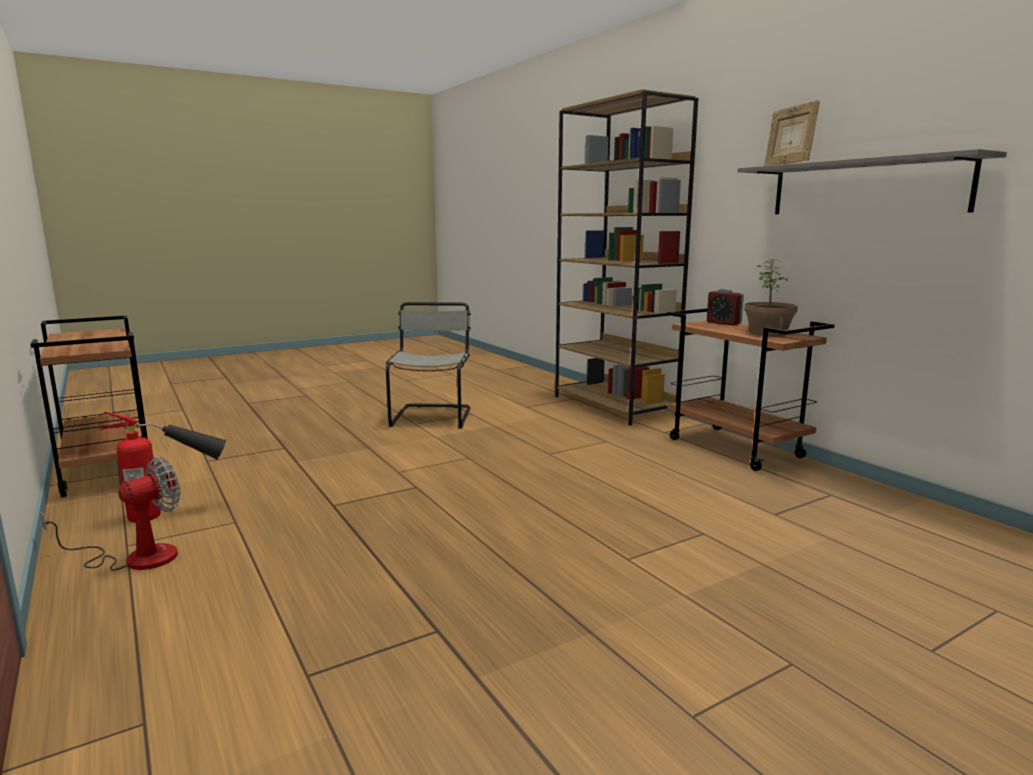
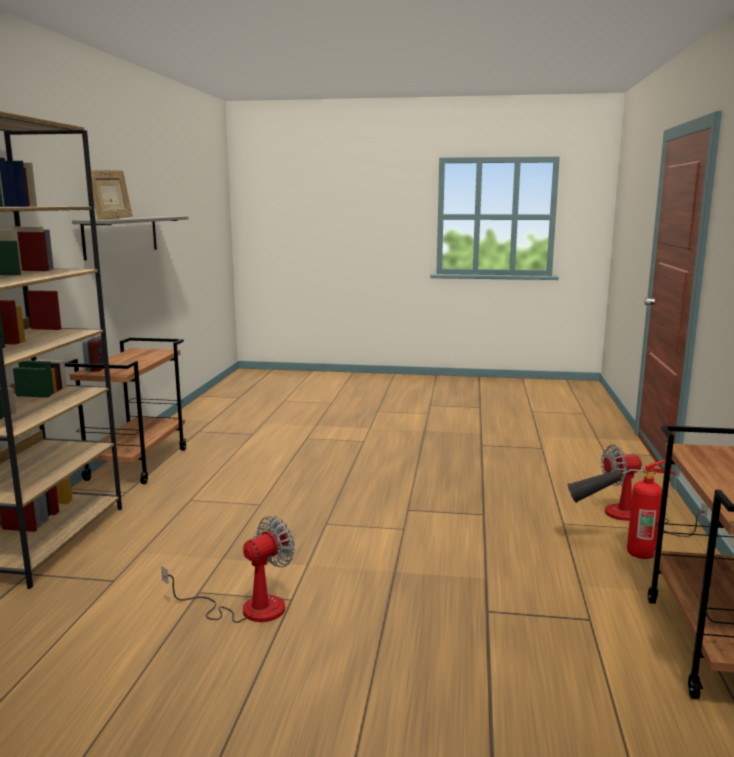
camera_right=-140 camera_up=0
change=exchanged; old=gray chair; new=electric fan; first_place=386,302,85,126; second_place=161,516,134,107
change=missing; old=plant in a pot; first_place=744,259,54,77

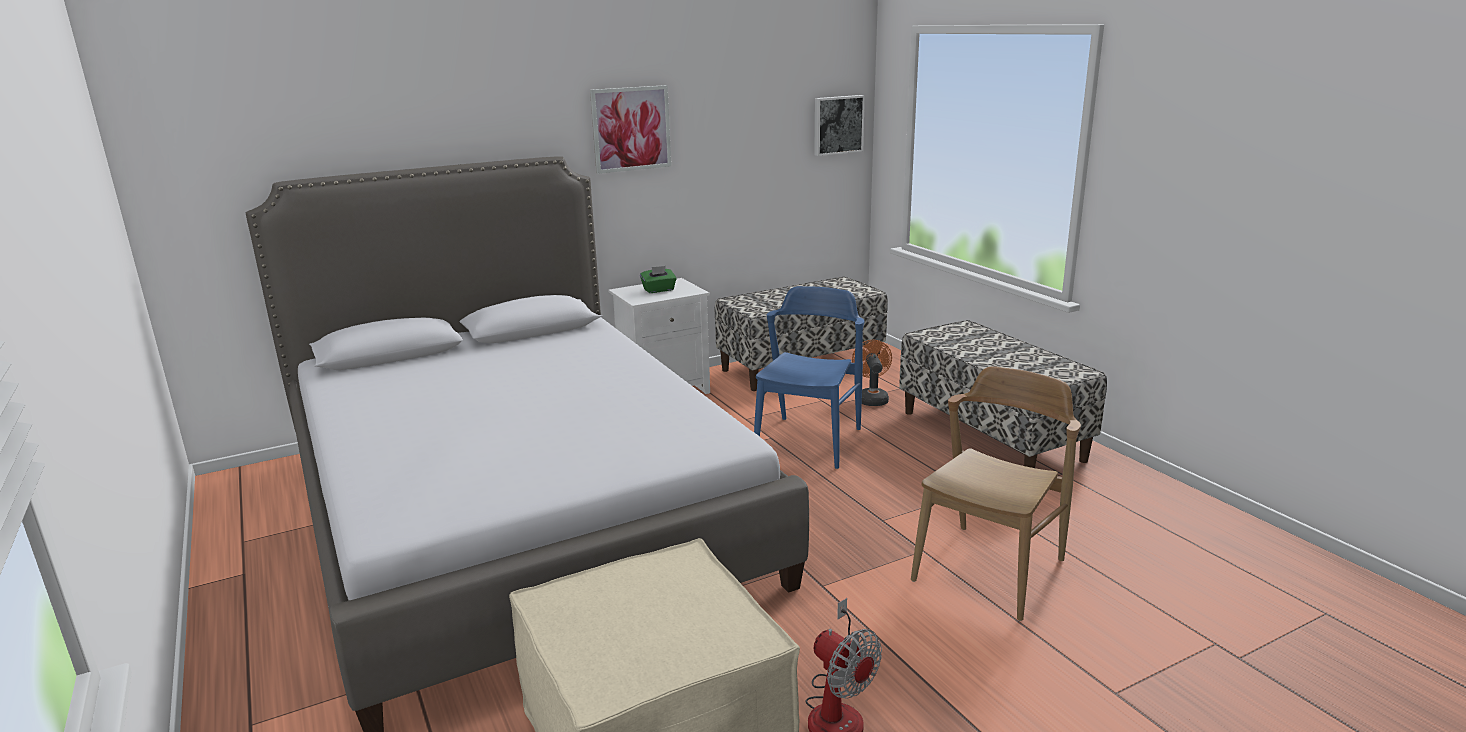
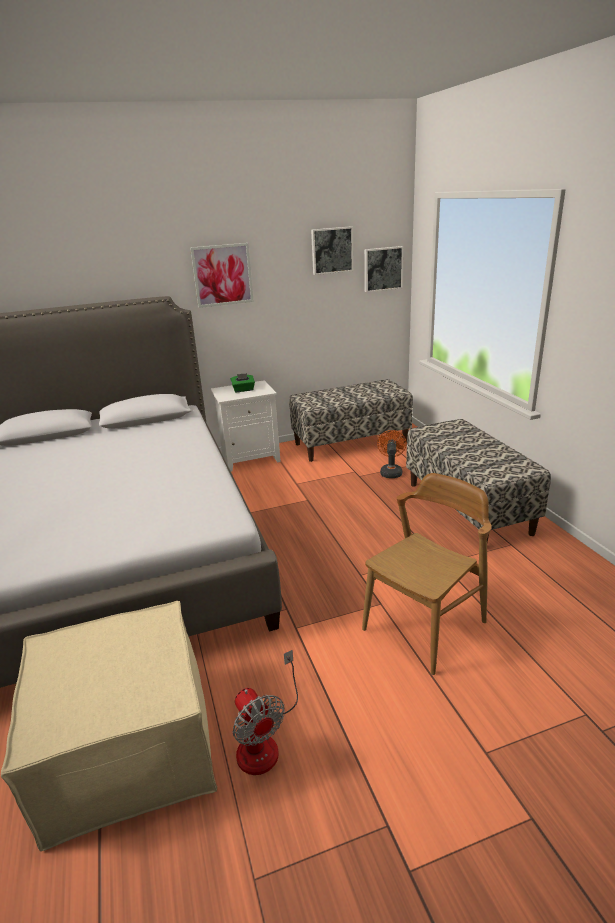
camera_right=10 camera_up=5
change=appeared; new=wall picture; second_place=311,226,42,49
change=missing; old=blue-coloured chair; first_place=754,286,110,183

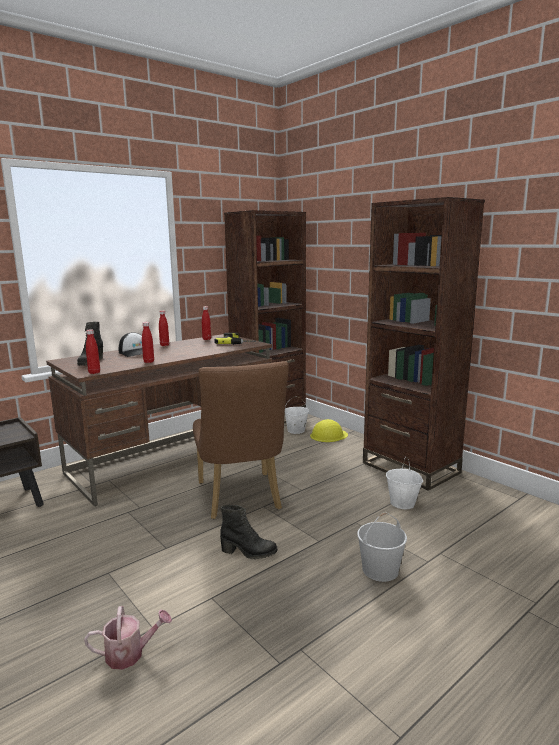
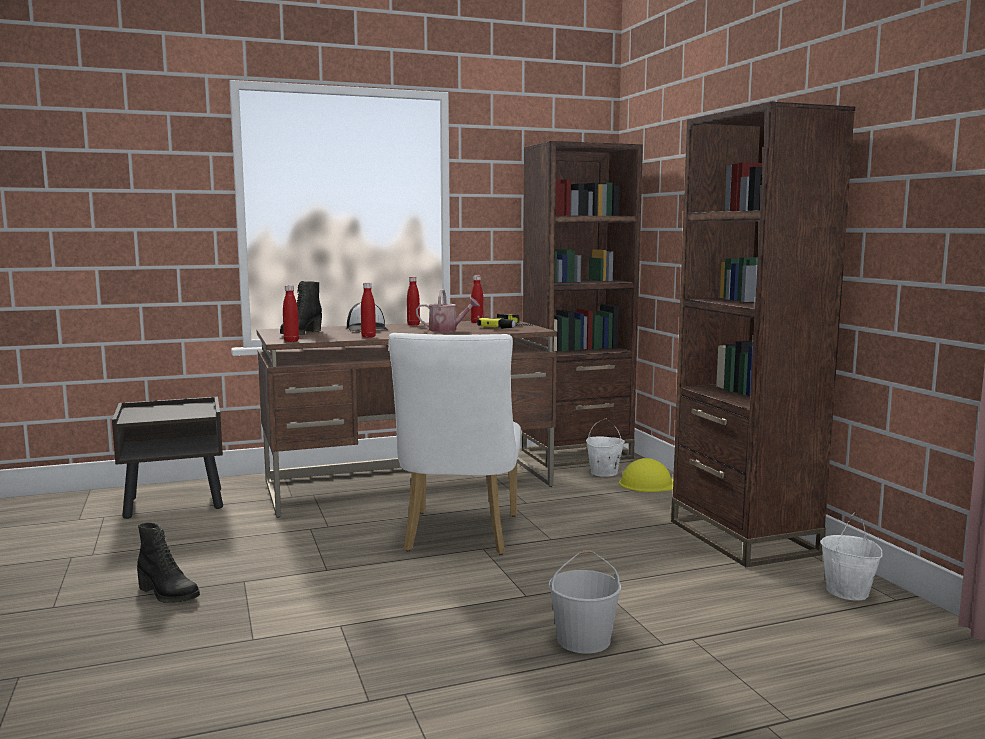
camera_right=20 camera_up=-5
change=relocated; old=black-coloured boot; first_place=220,505,58,54; second_place=137,523,63,80
change=colour; old=brown chair; new=white-coloured chair; first_place=193,361,96,158; second_place=388,333,133,222
change=relocated; old=watering can; first_place=84,606,88,64; second_place=416,289,64,43
change=relocated; old=white-coloured water bucket; first_place=386,457,37,52; second_place=820,513,63,87

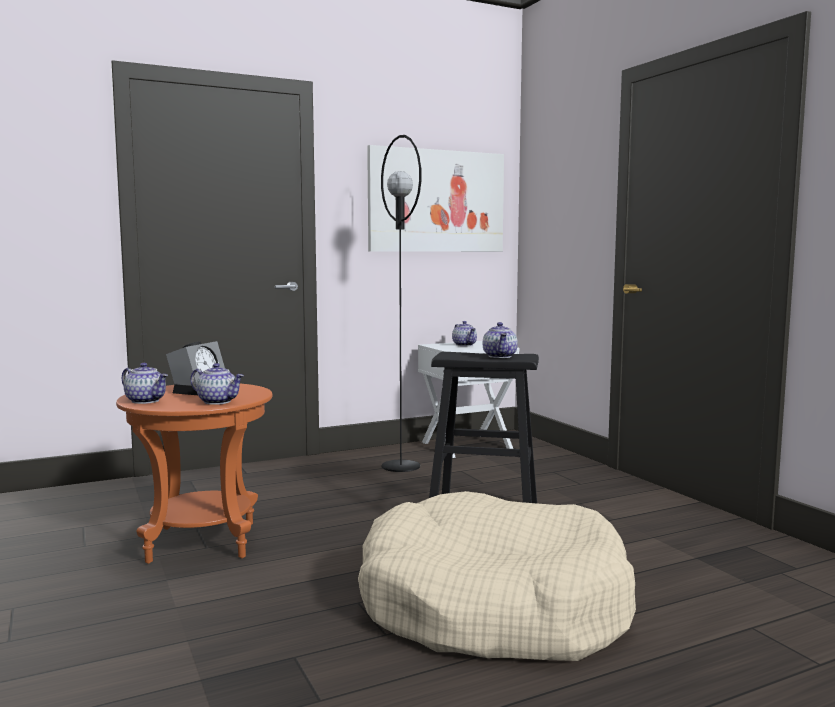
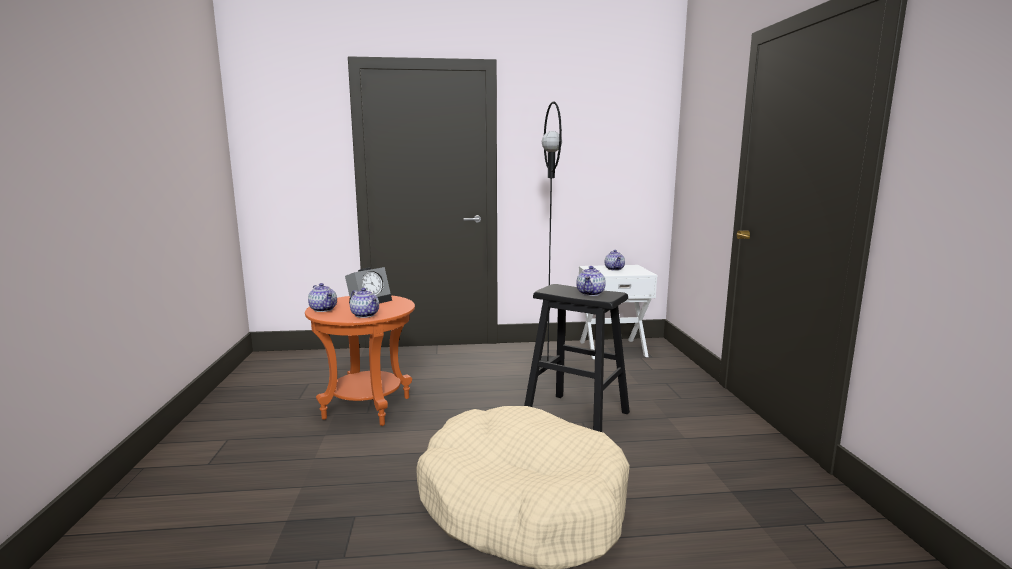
camera_right=20 camera_up=5
change=missing; old=wall picture; first_place=367,145,137,107

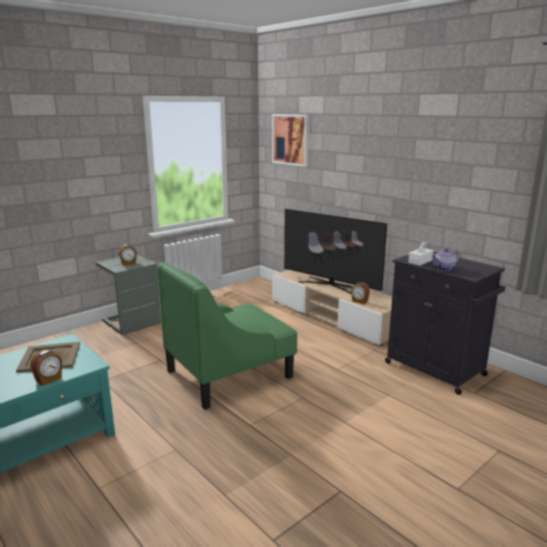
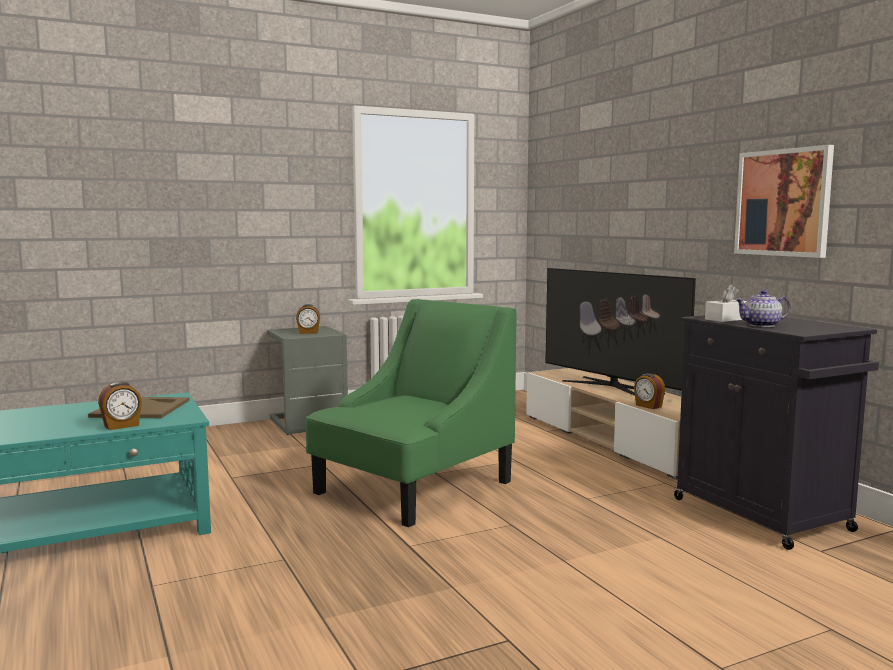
camera_right=15 camera_up=-10
change=spun; old=greenish armchair; first_place=157,262,140,148; second_place=306,299,210,228; degrees=150
change=relocated; old=wall picture; first_place=272,114,37,53; second_place=734,145,100,113

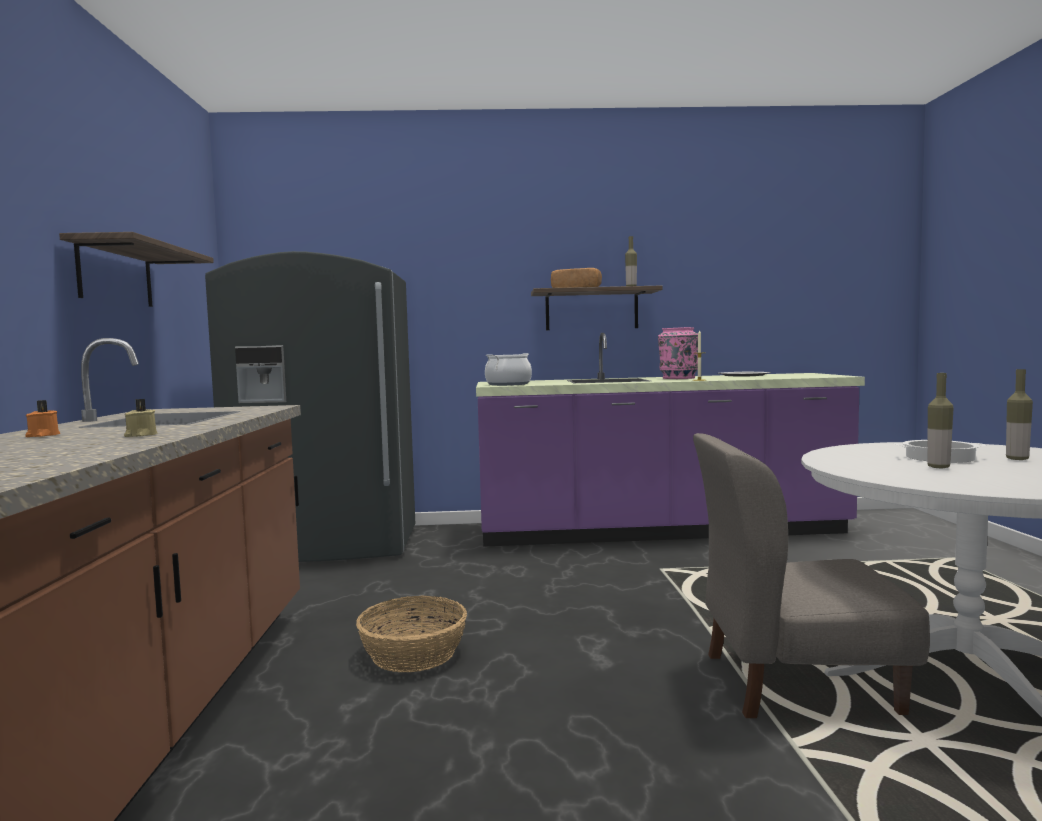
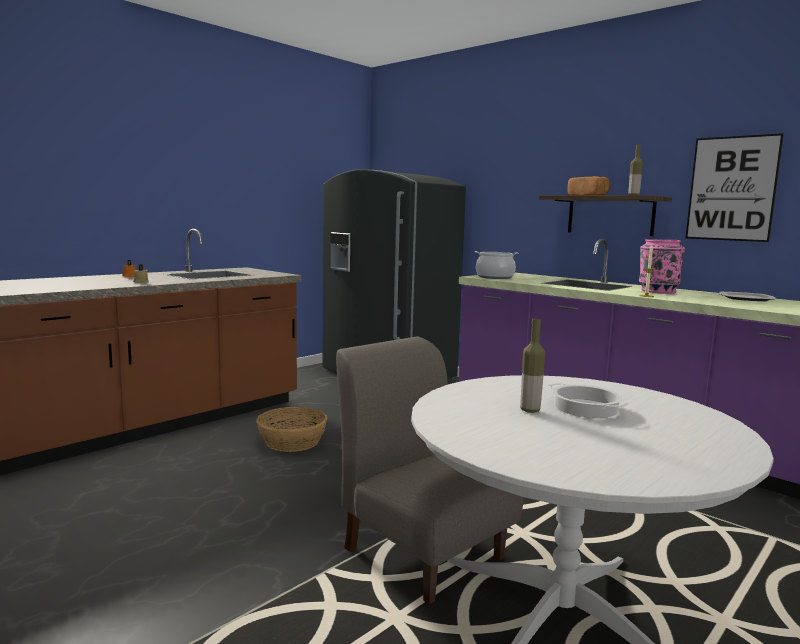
camera_right=45 camera_up=5
change=appeared; new=wall picture; second_place=685,133,99,109
change=missing; old=shelf; first_place=59,232,155,75
change=missing; old=beverage bottle; first_place=1006,369,27,91

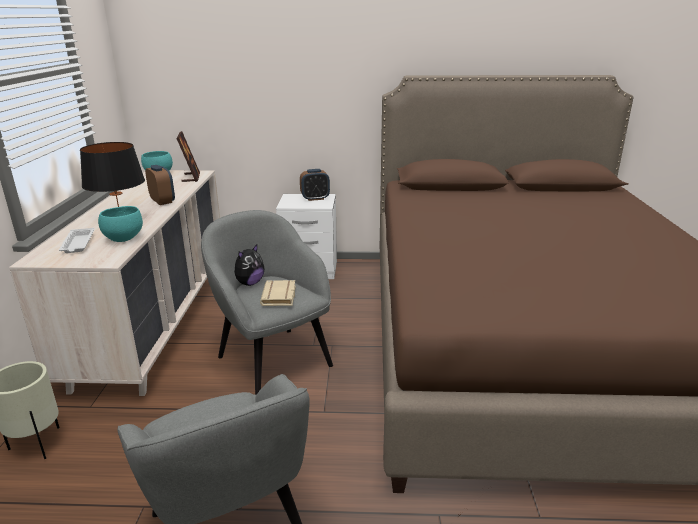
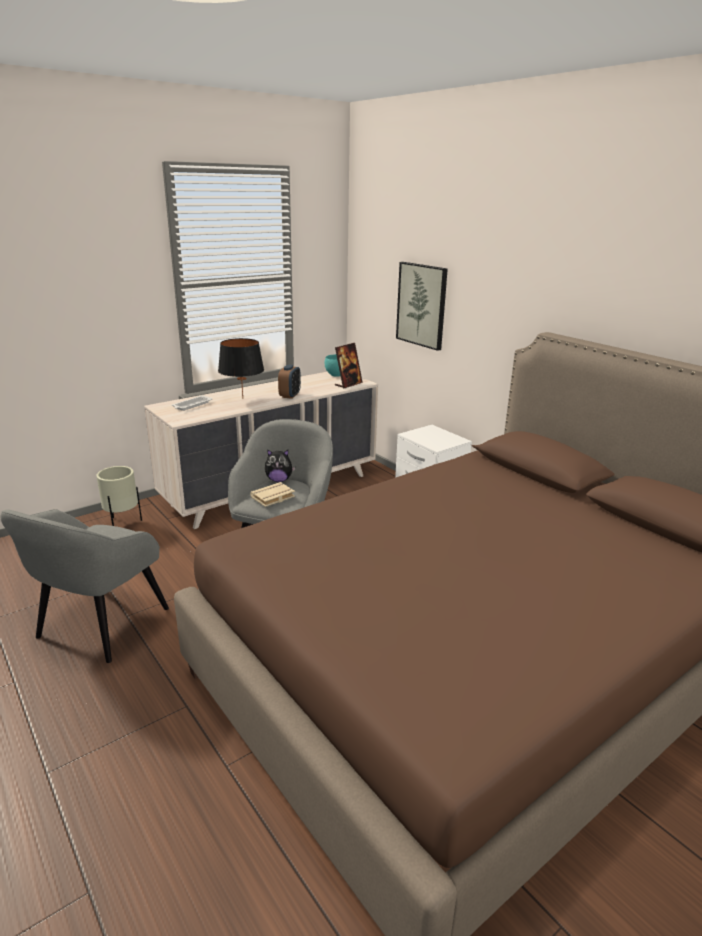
camera_right=50 camera_up=0
change=appeared; new=wall picture; second_place=396,262,52,89
change=missing; old=turquoise-coloured deep dish; first_place=98,206,45,36
change=missing; old=bedside clock; first_place=300,169,30,32

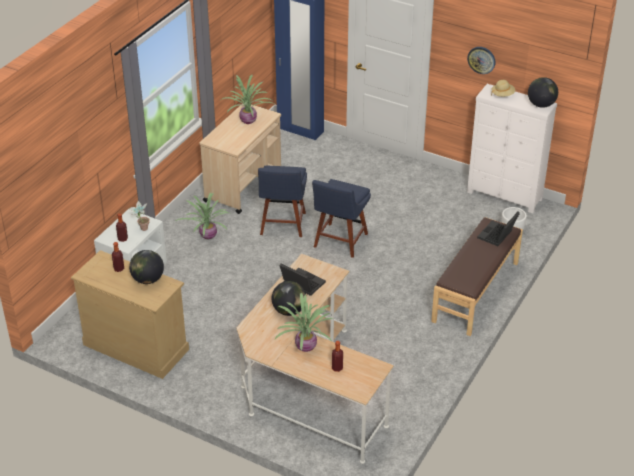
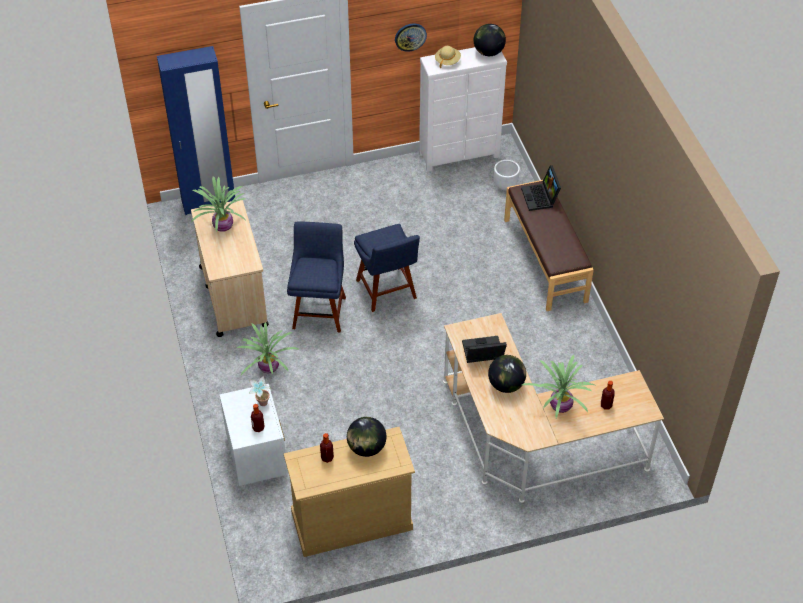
camera_right=-45 camera_up=10
change=spun; old=blue-coloured chair; first_place=258,166,49,71; second_place=287,221,59,111; degrees=-135

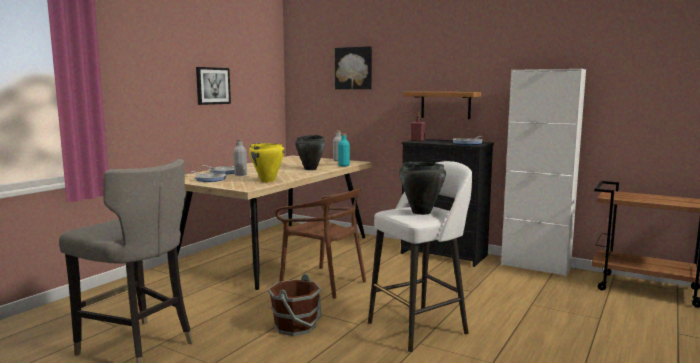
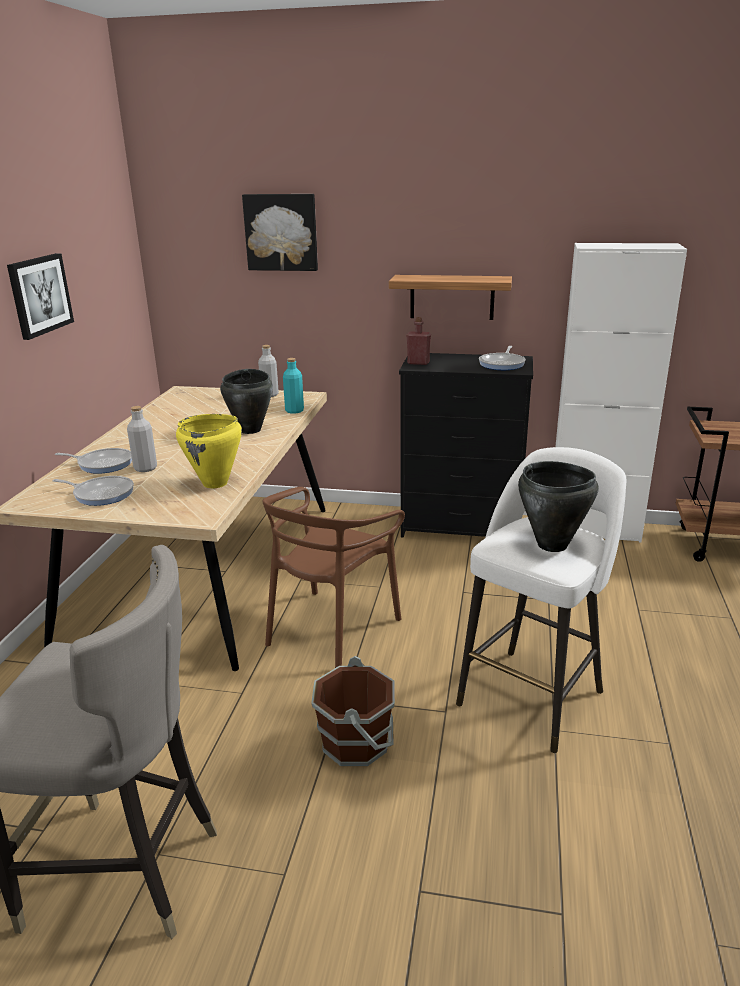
camera_right=-20 camera_up=15
change=spun; old=brown chair; first_place=275,189,91,110; second_place=262,487,143,181; degrees=105

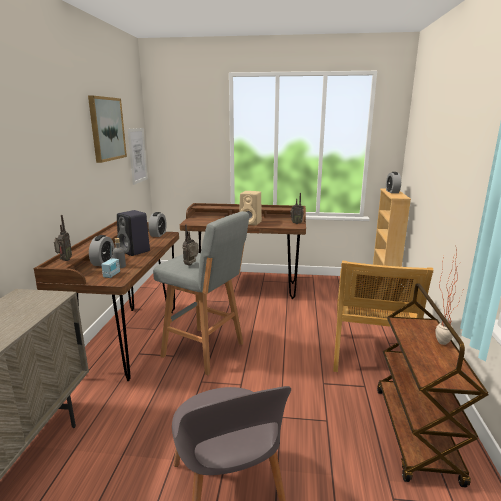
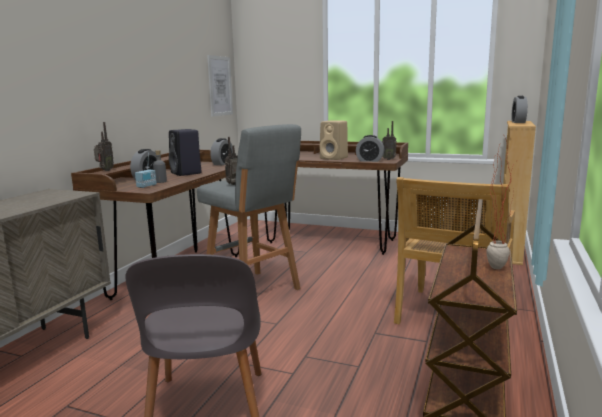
camera_right=15 camera_up=-5
change=appeared; new=bedside clock; second_place=356,135,28,27
change=missing; old=wall picture; first_place=88,96,39,67

